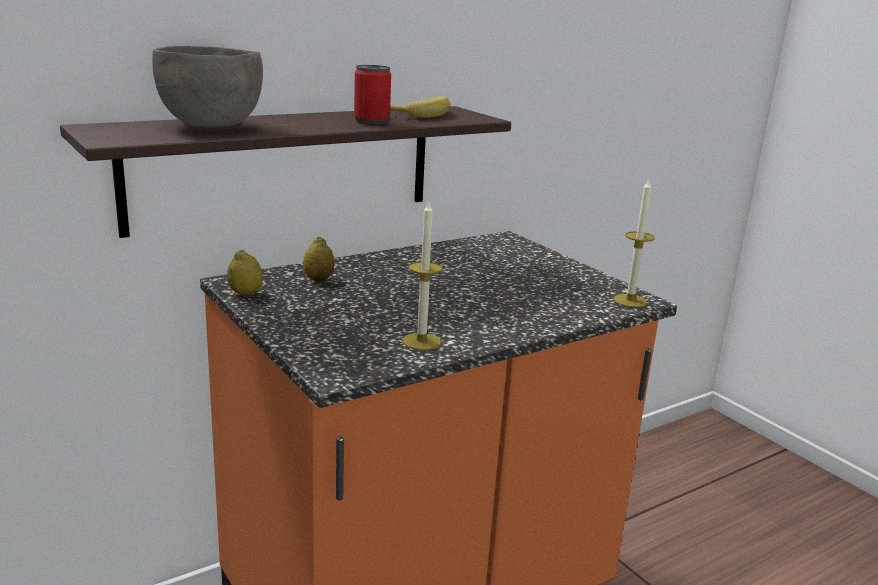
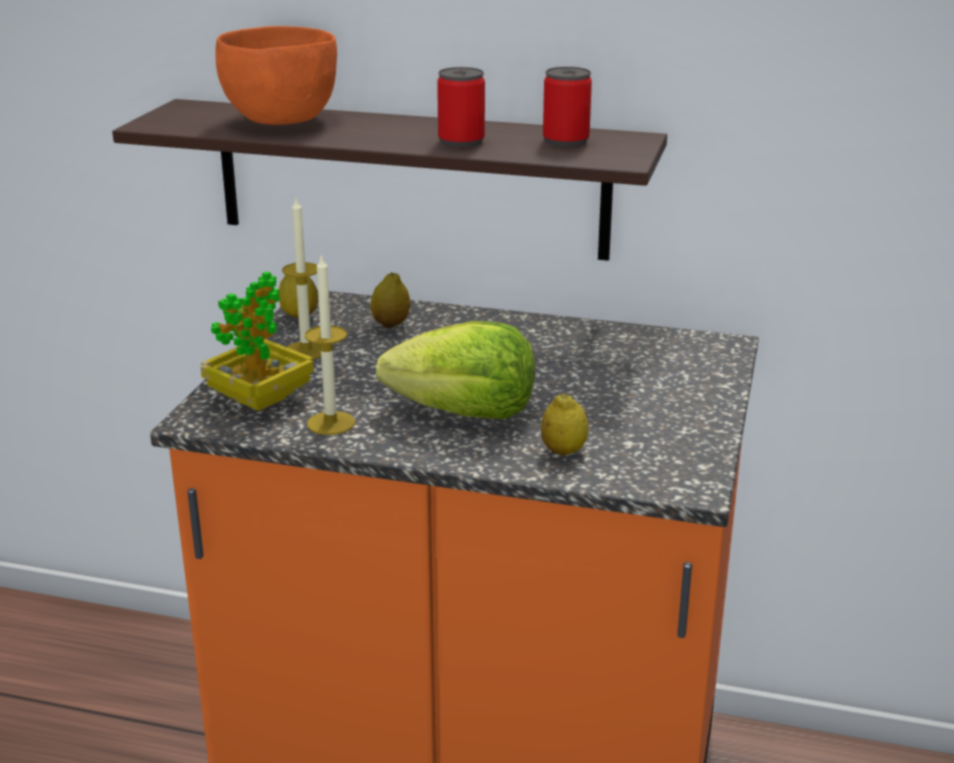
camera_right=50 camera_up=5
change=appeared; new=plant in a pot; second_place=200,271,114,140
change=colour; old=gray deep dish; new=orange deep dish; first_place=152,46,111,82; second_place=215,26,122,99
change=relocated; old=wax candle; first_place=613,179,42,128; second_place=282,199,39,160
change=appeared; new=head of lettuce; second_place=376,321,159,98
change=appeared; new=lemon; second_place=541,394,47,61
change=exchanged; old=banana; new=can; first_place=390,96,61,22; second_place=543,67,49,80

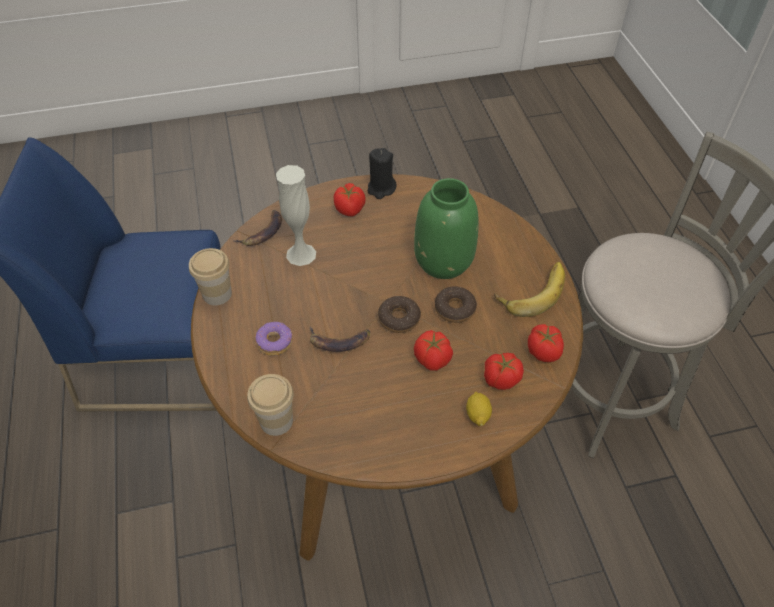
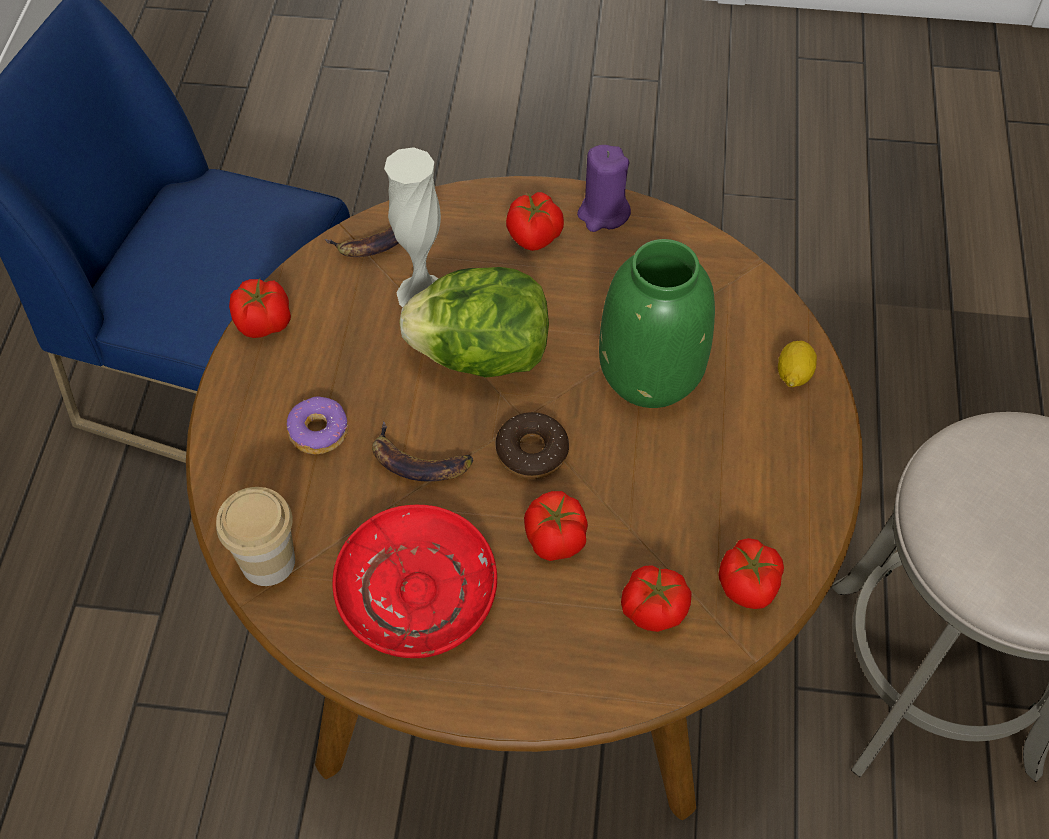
camera_right=20 camera_up=5
change=exchanged; old=cup; new=tomato; first_place=189,248,43,57; second_place=229,278,62,60
change=appeared; new=red-coloured dinner plate; second_place=332,505,165,153
change=appeared; new=head of lettuce; second_place=399,267,150,111
change=colour; old=black-coloured wax candle; new=purple-coloured wax candle; first_place=368,148,29,51; second_place=577,145,54,87
change=relocated; old=lemon; first_place=466,392,26,34; second_place=778,341,39,46
change=missing; old=donut; first_place=435,286,42,37
change=missing; old=banana; first_place=494,262,71,55

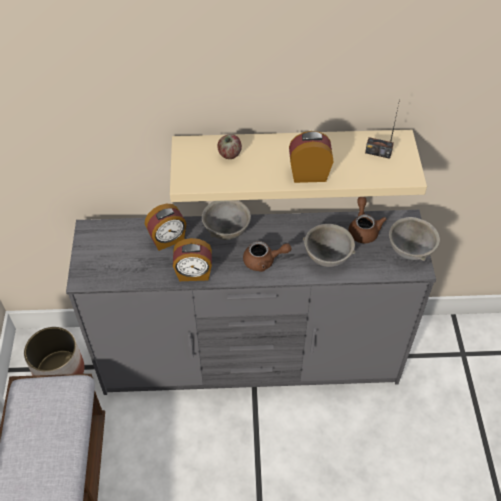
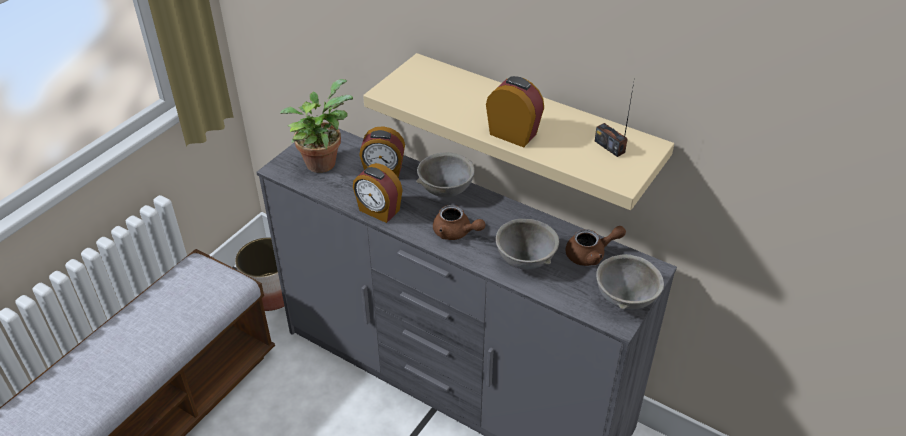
camera_right=35 camera_up=-10
change=appeared; new=plant in a pot; second_place=280,79,73,94
change=spun; old=brown teapot; first_place=349,197,38,46; second_place=566,226,60,40; degrees=45
change=missing; old=whole apple; first_place=217,134,25,25

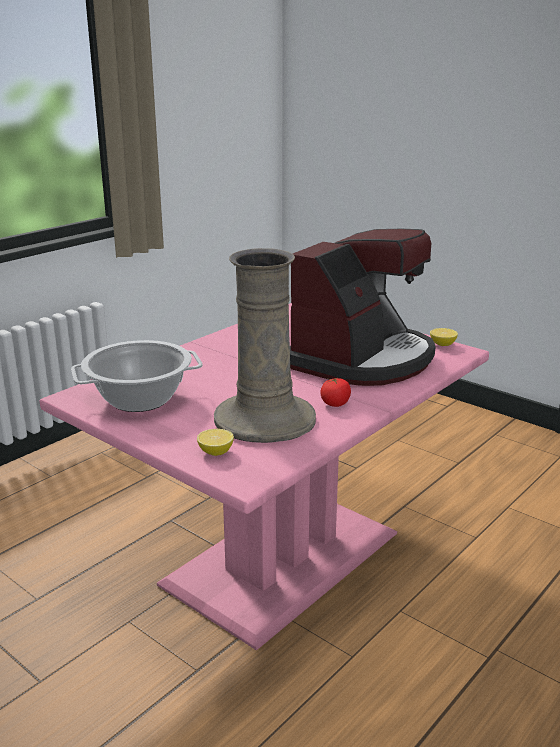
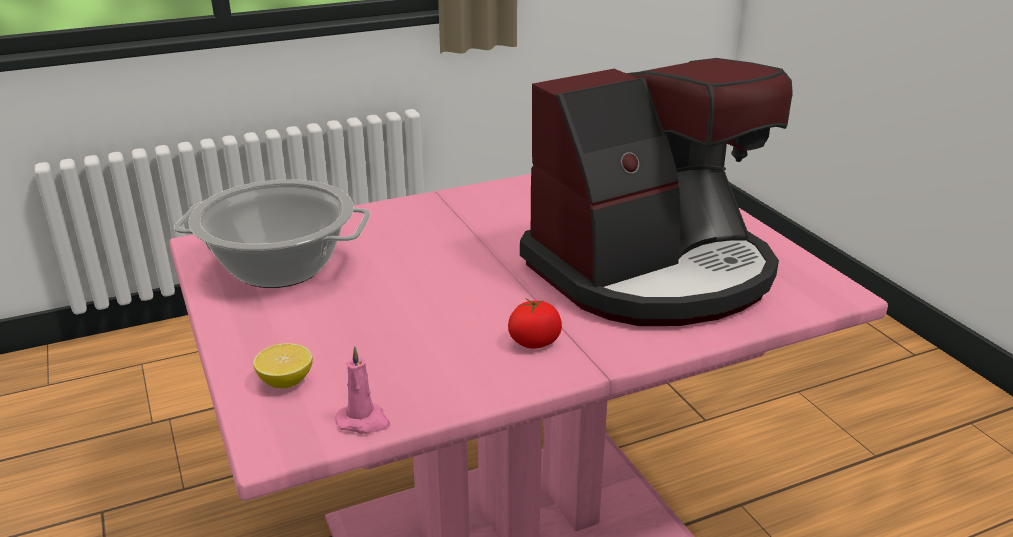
camera_right=25 camera_up=5
change=appeared; new=pink wax candle; second_place=336,346,54,88
change=missing; old=beige vase; first_place=214,248,102,195
change=missing; old=lemon; first_place=430,328,28,18

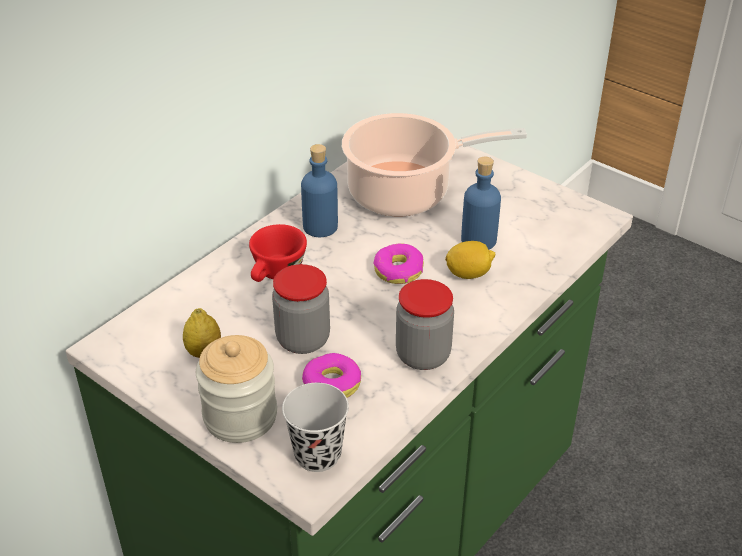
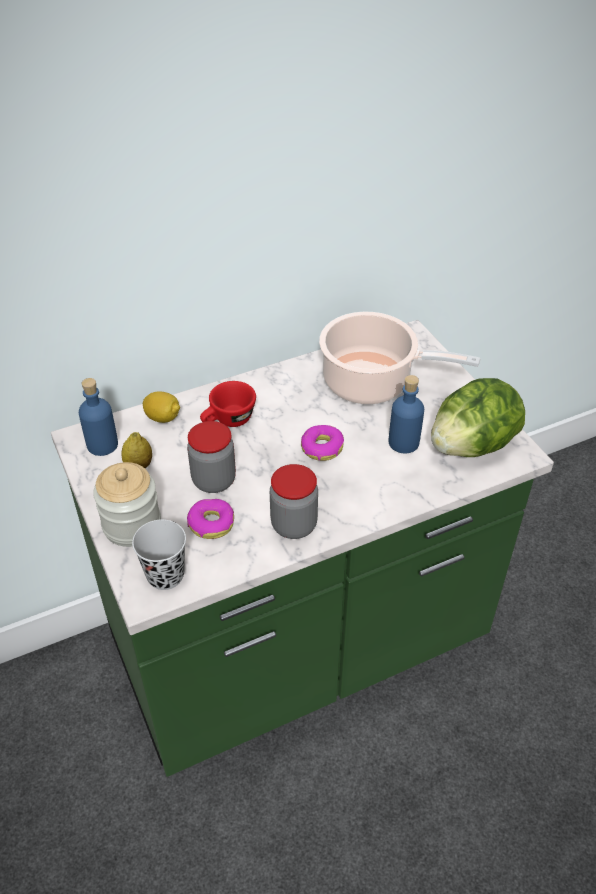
camera_right=25 camera_up=5
change=relocated; old=blue-coloured beverage bottle; first_place=301,144,37,93; second_place=79,378,39,78
change=relocated; old=lemon; first_place=445,241,50,38; second_place=143,391,37,32
change=appeared; new=head of lettuce; second_place=431,378,94,79

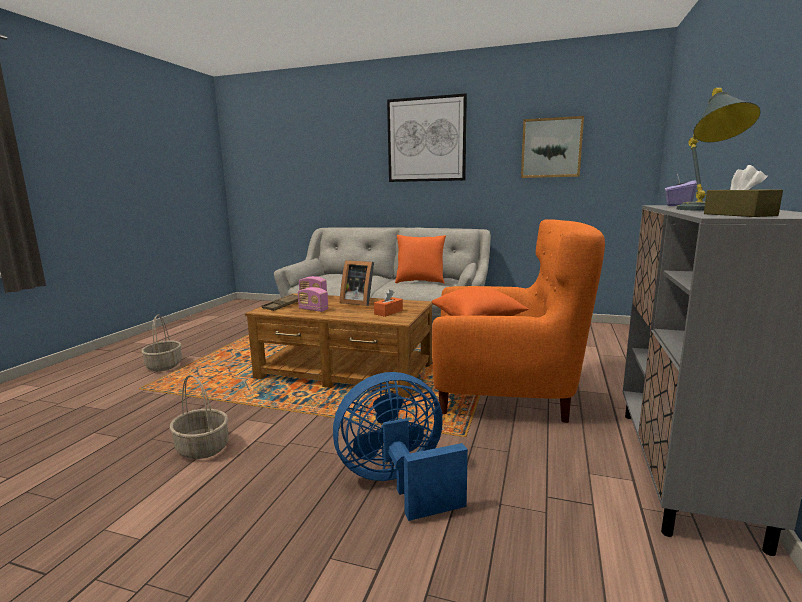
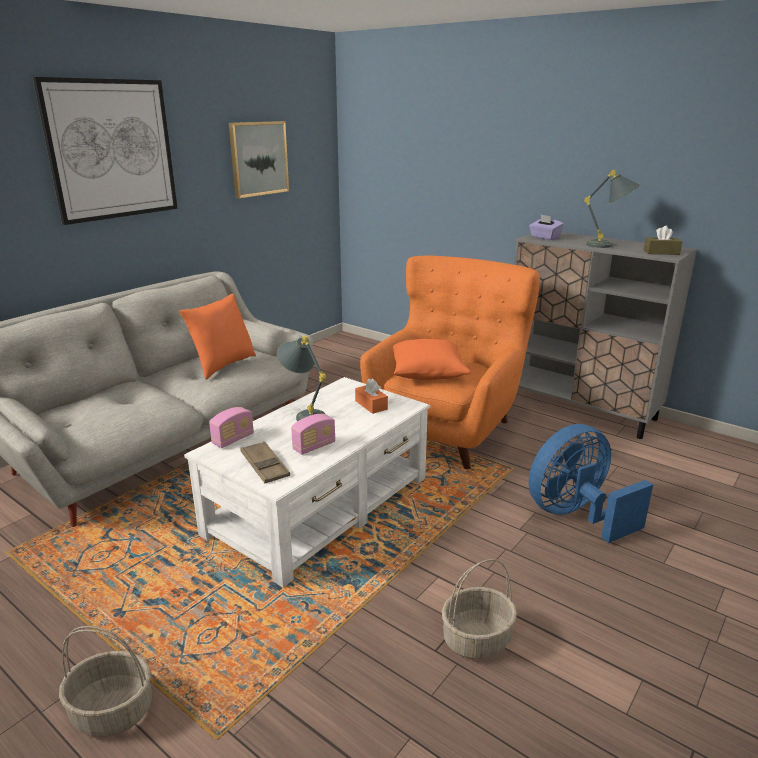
camera_right=-70 camera_up=10
change=colour; old=brown low table; new=white-coloured low table; first_place=245,293,188,105; second_place=184,377,246,210
change=exchanged; old=standing frame; new=gray tabletop lamp; first_place=340,260,34,46; second_place=277,336,49,85
change=spun; old=blue-coloured electric fan; first_place=333,372,135,149; second_place=529,424,124,119; degrees=60

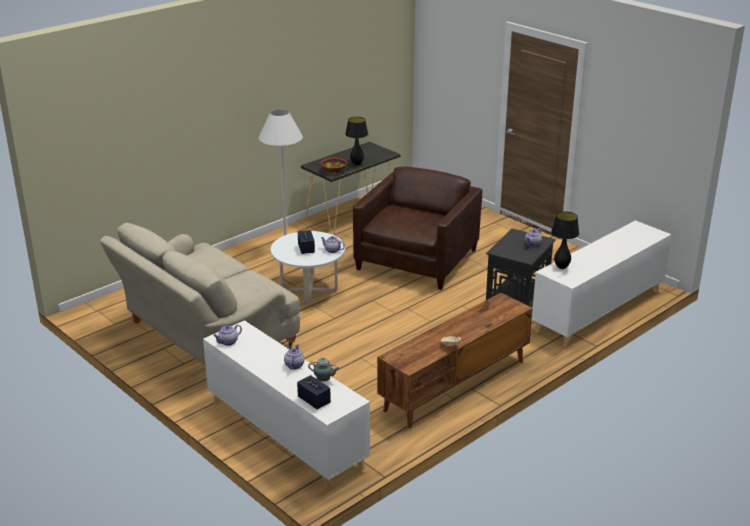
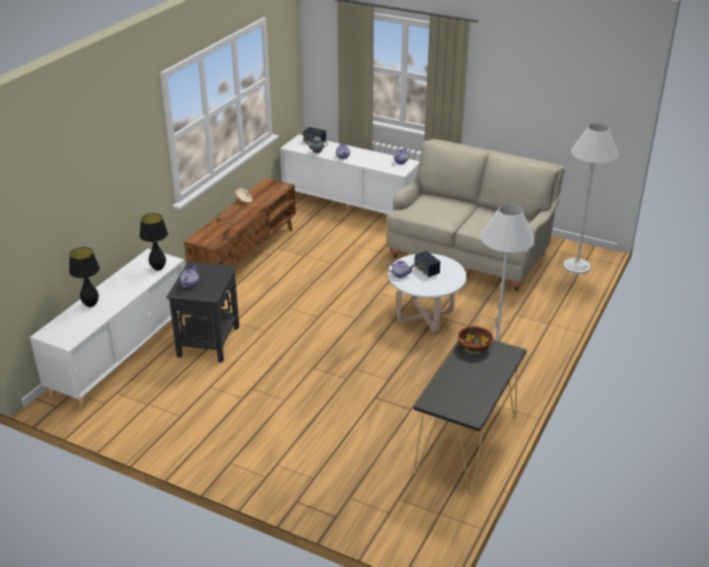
camera_right=160 camera_up=5
change=relocated; old=black-coloured tabletop lamp; first_place=345,117,23,48; second_place=69,247,31,60
change=appeared; new=white-coloured standard lamp; second_place=563,123,56,151
change=missing; old=brown armchair; first_place=353,167,130,123

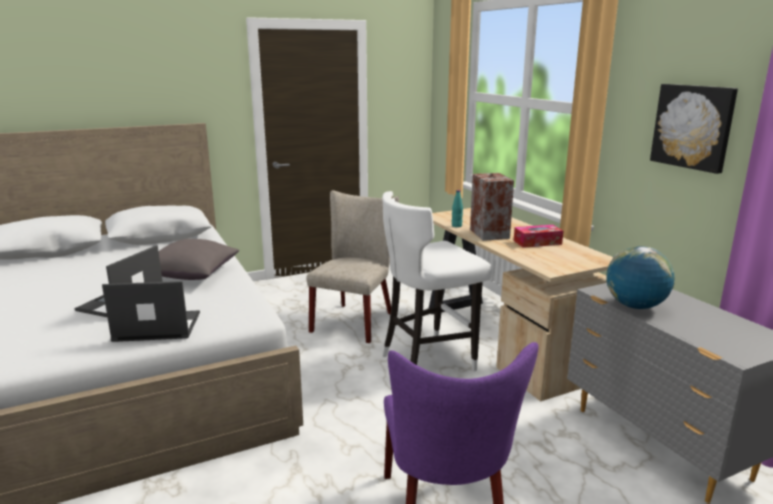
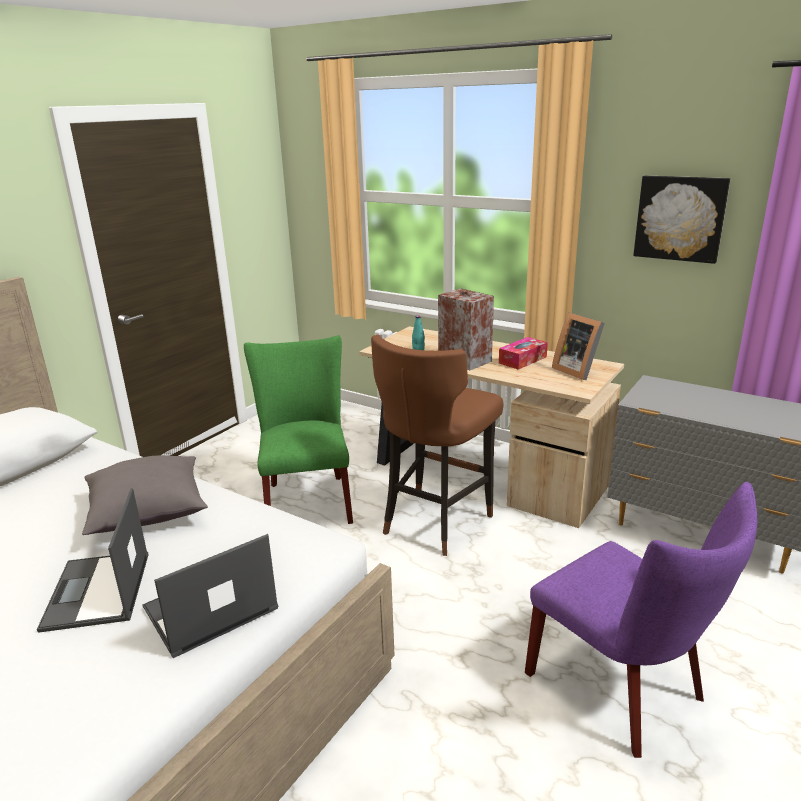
camera_right=-30 camera_up=5
change=colour; old=beige chair; new=greenish chair; first_place=306,190,93,153; second_place=244,336,109,188
change=colour; old=white-coloured sitting stool; new=brown sitting stool; first_place=382,191,110,180; second_place=371,335,132,221
change=appeared; new=standing frame; second_place=552,312,53,68
change=missing; old=desk globe; first_place=606,246,69,63

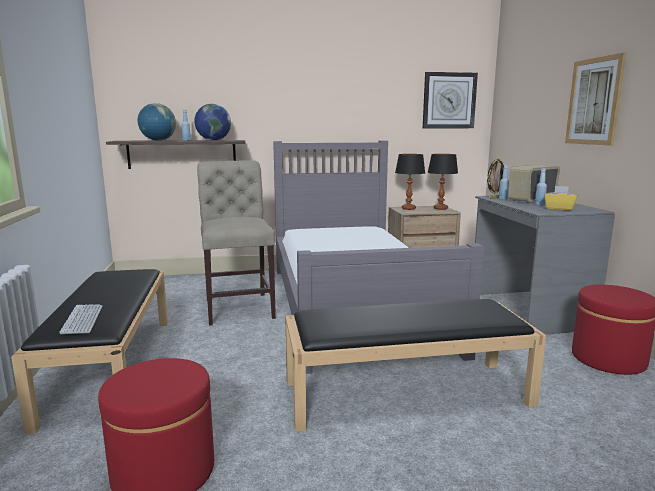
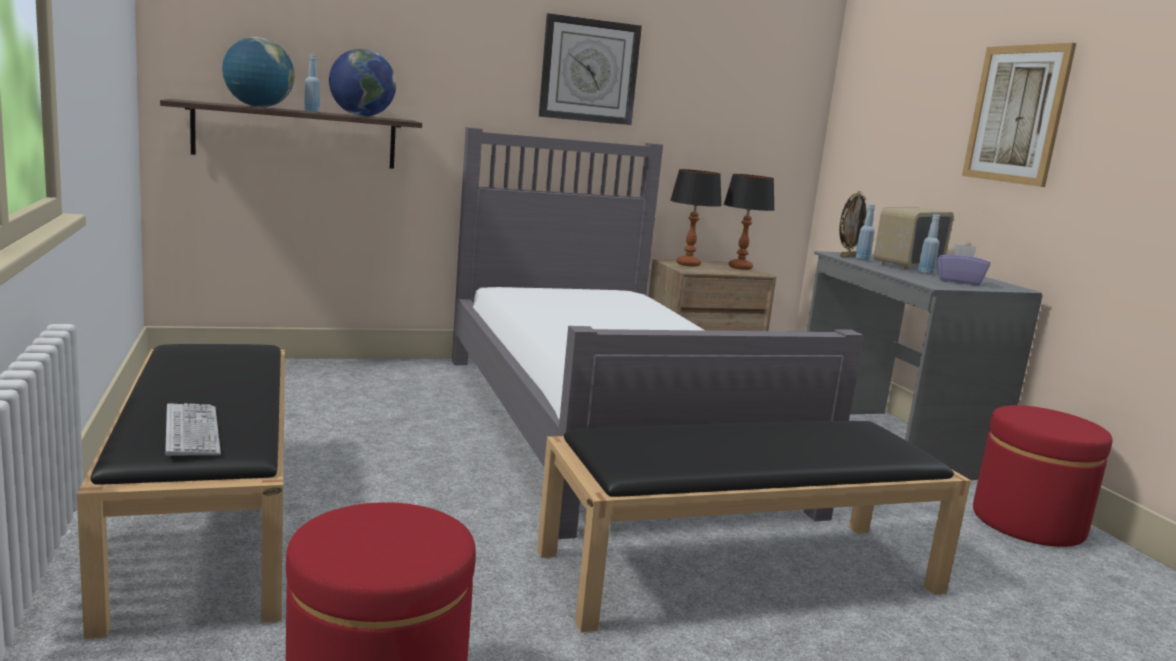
camera_right=-10 camera_up=0
change=relocated; old=hanging clock; first_place=423,72,55,56; second_place=539,13,103,112
change=colour; old=yellowish tissue holder; new=purple-coloured tissue holder; first_place=544,186,33,25; second_place=937,244,53,42
change=missing; old=beige chair; first_place=197,160,79,166

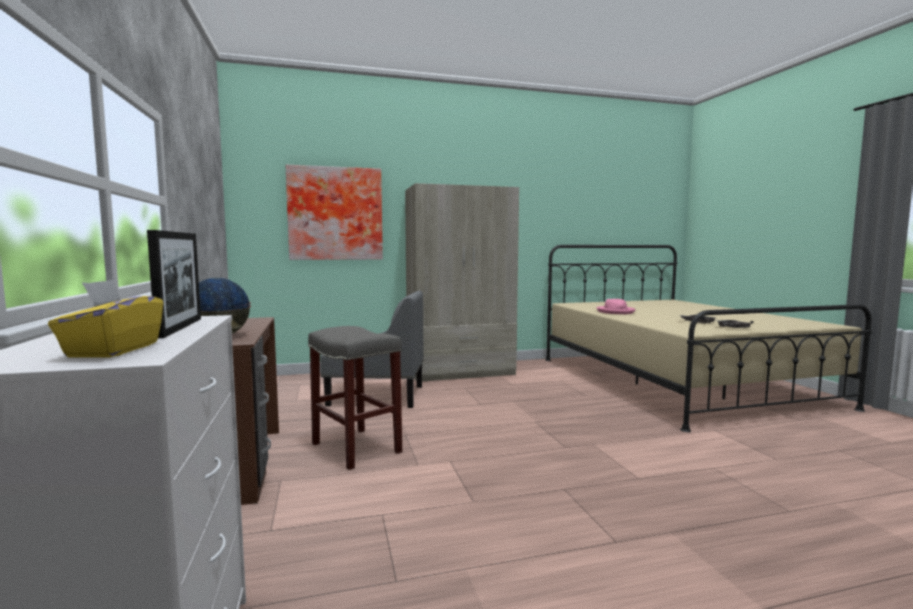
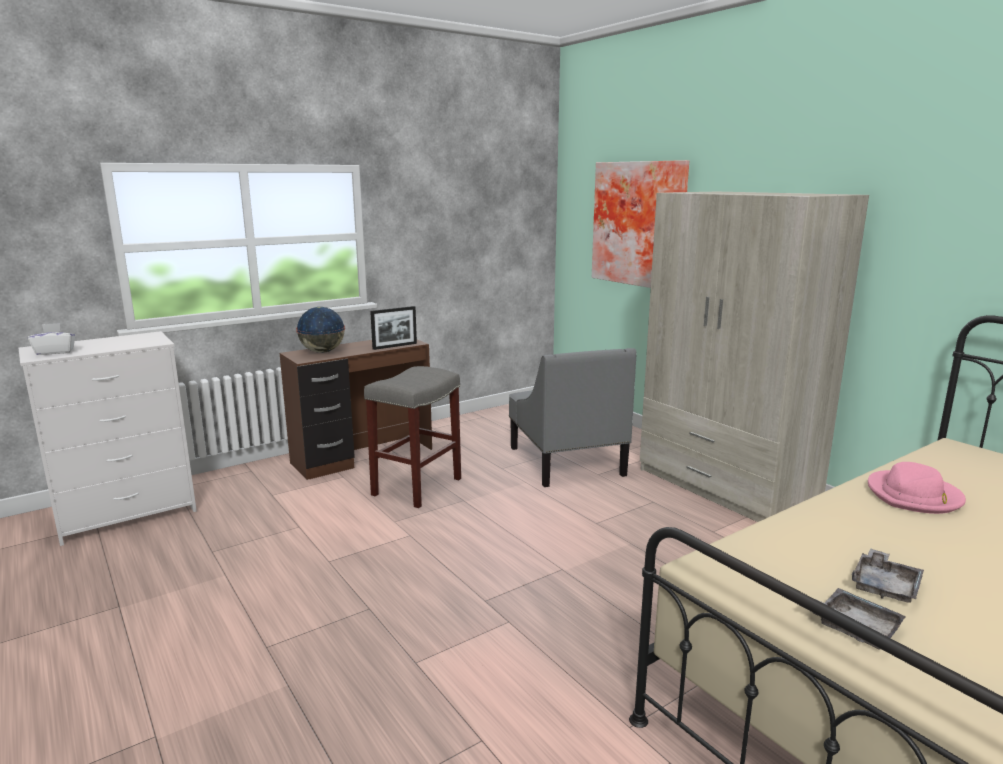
camera_right=70 camera_up=10
change=colour; old=yellowish tissue holder; new=white-coloured tissue holder; first_place=48,280,115,78; second_place=28,323,48,32
change=relocated; old=standing frame; first_place=147,230,54,108; second_place=370,306,47,44

